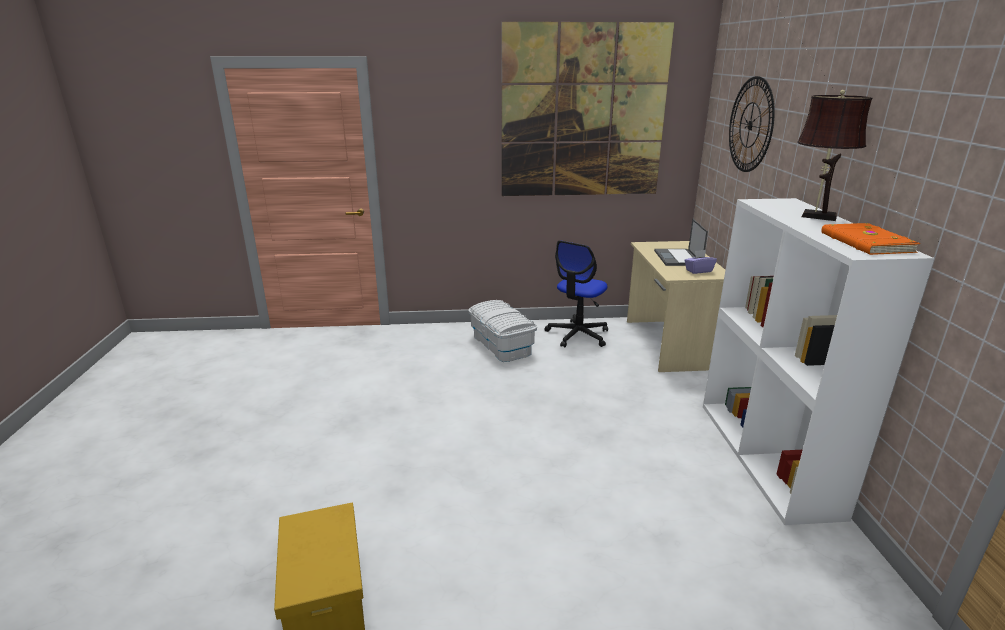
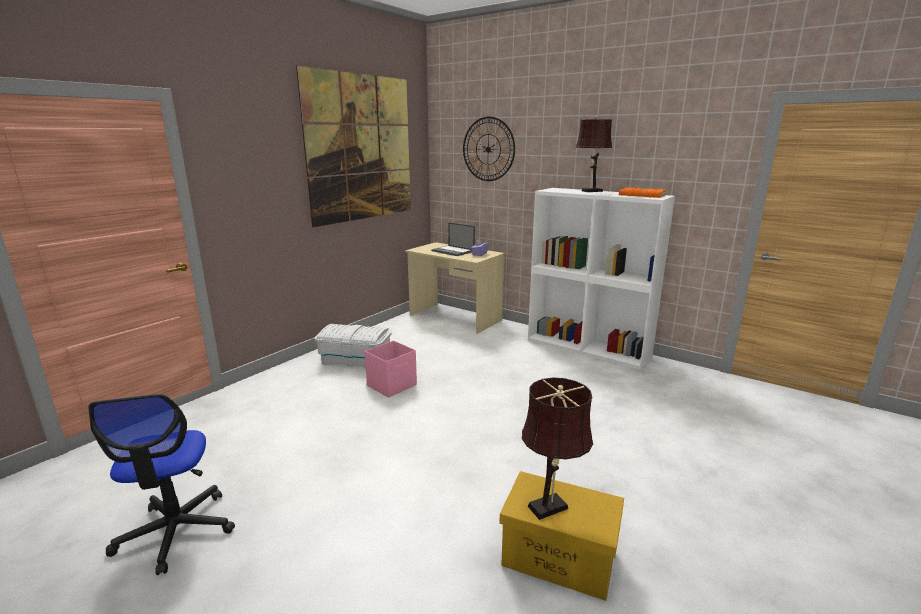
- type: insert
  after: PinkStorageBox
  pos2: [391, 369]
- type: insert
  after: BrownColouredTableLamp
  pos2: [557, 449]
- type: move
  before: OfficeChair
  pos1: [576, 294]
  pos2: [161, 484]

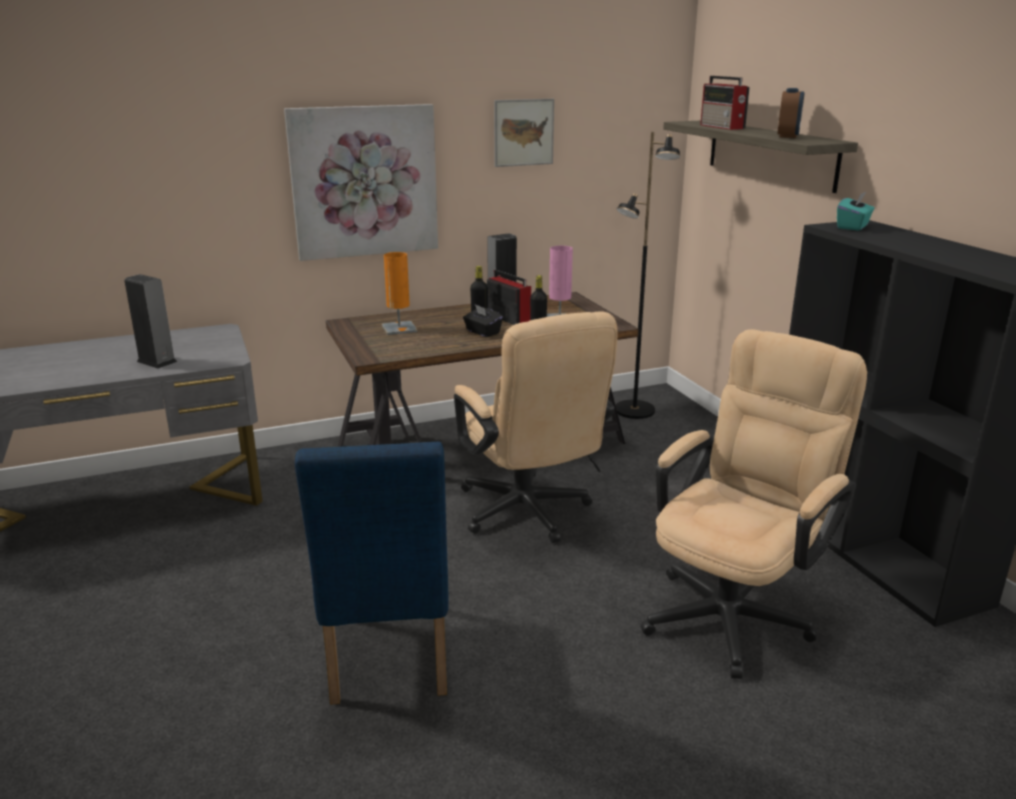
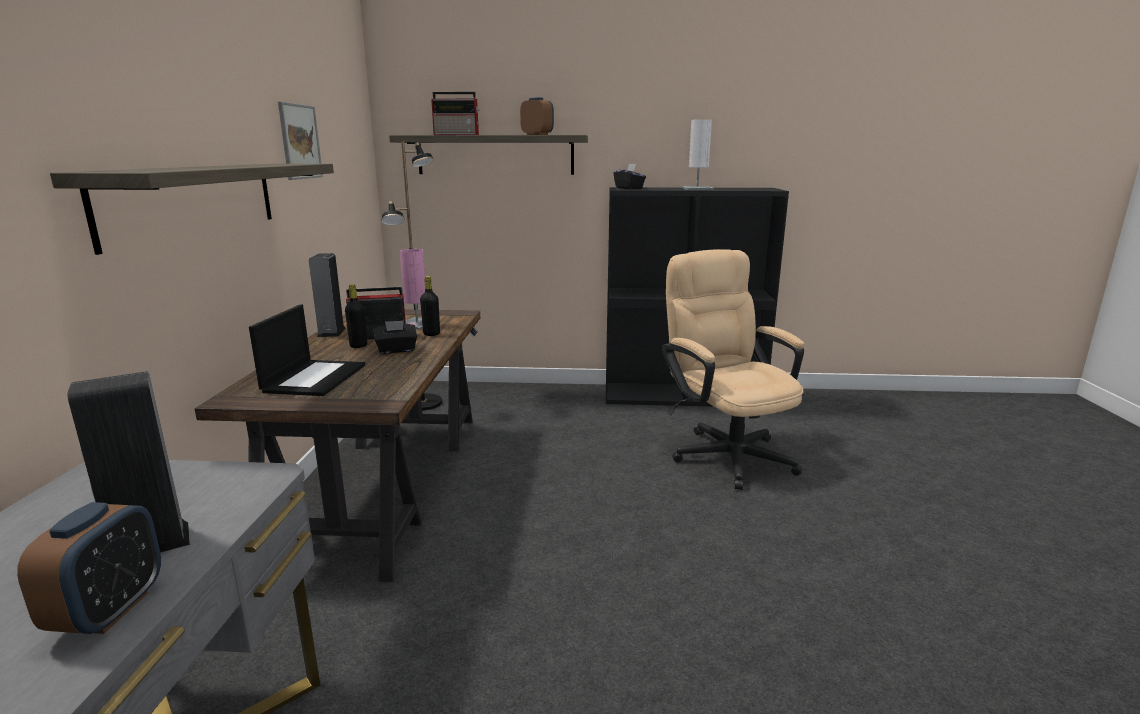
- type: delete
  before: BluishChair
  pos1: [371, 573]
- type: delete
  before: BeigeOfficeChair
  pos1: [536, 427]
- type: insert
  after: TableClock
  pos2: [89, 568]
- type: insert
  after: WhiteTableLamp
  pos2: [698, 154]
- type: replace
  before: WallPicture
  after: BracketShelf
  pos1: [361, 182]
  pos2: [192, 209]
- type: replace
  before: OrangeColouredTableLamp
  after: Laptop
  pos1: [399, 293]
  pos2: [307, 350]
- type: recolor
  before: TurquoiseTissueHolder
  after: BlackColouredTissueHolder
  pos1: [856, 211]
  pos2: [630, 176]

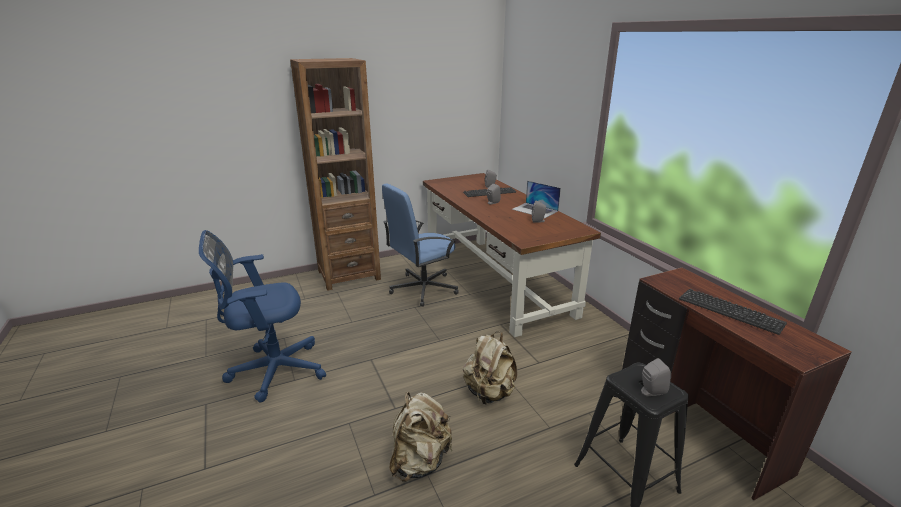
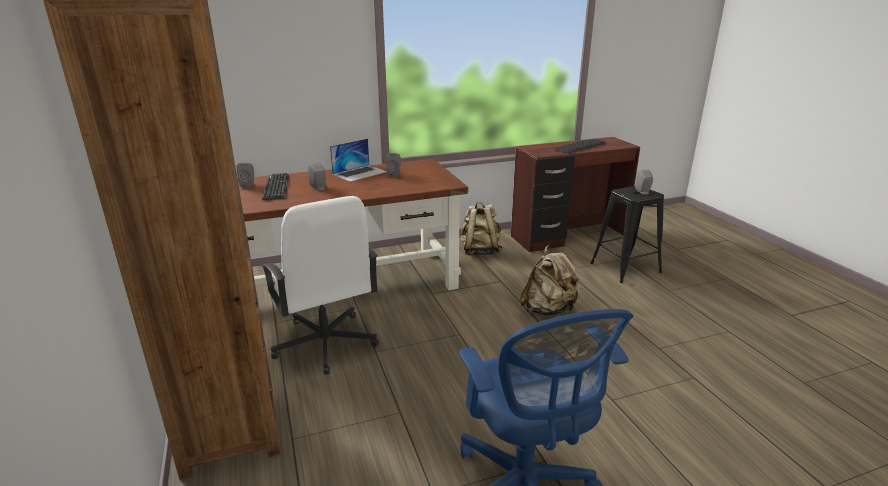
- type: move
  before: BeigeBackpack
  pos1: [420, 437]
  pos2: [481, 229]
- type: recolor
  before: BluishOfficeChair
  after: WhiteOfficeChair
  pos1: [420, 245]
  pos2: [320, 285]

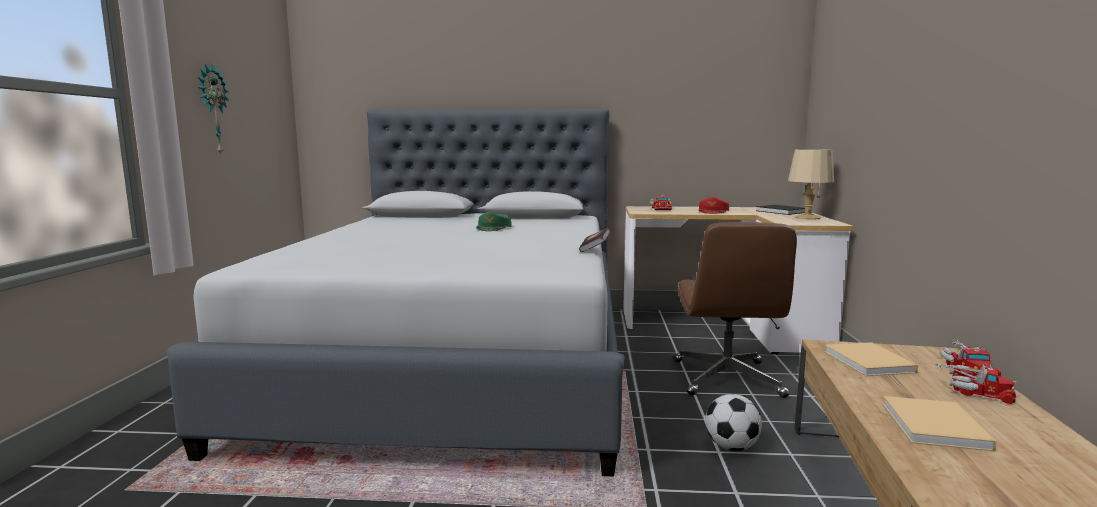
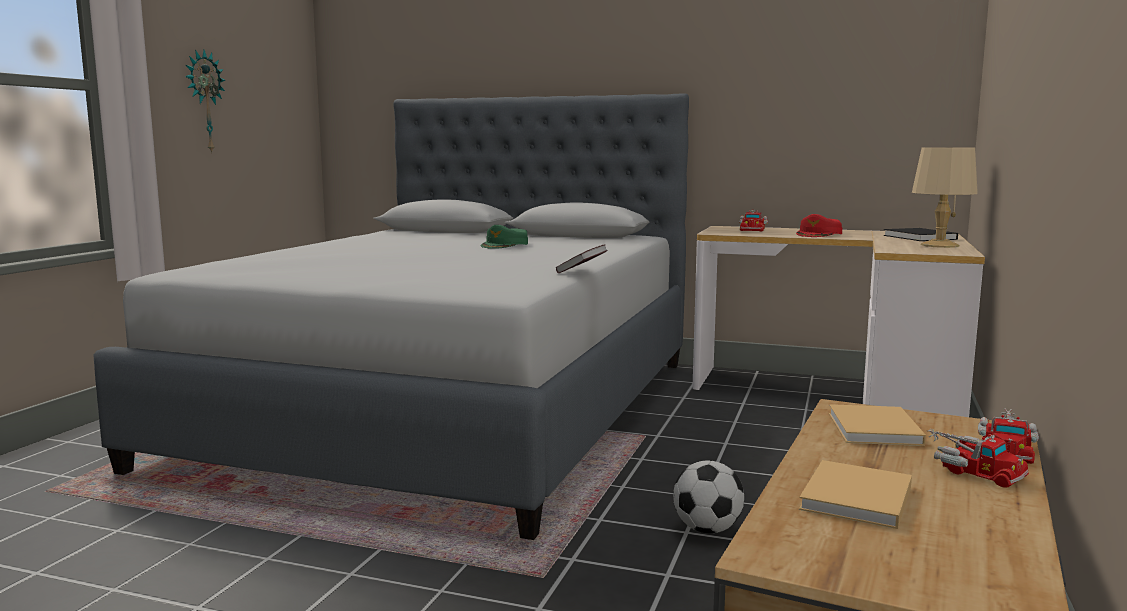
- type: delete
  before: BrownColouredOfficeChair
  pos1: [735, 310]

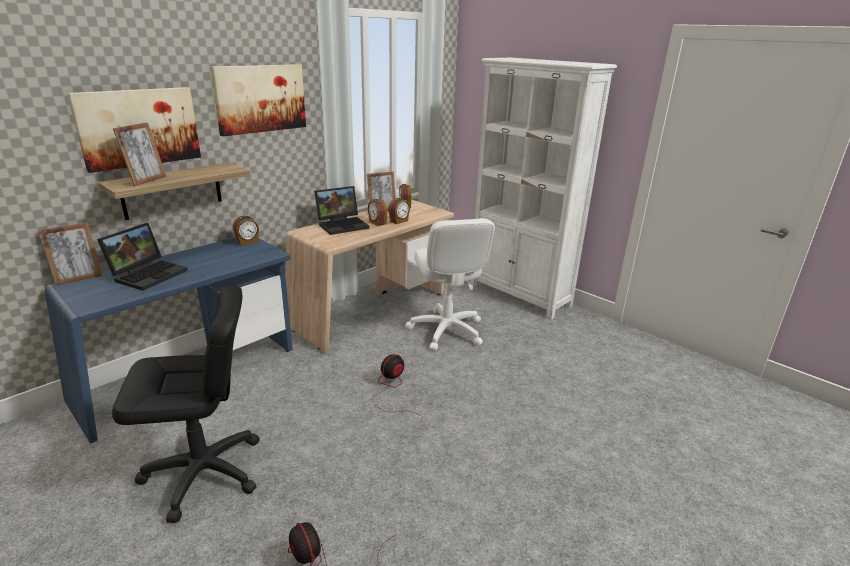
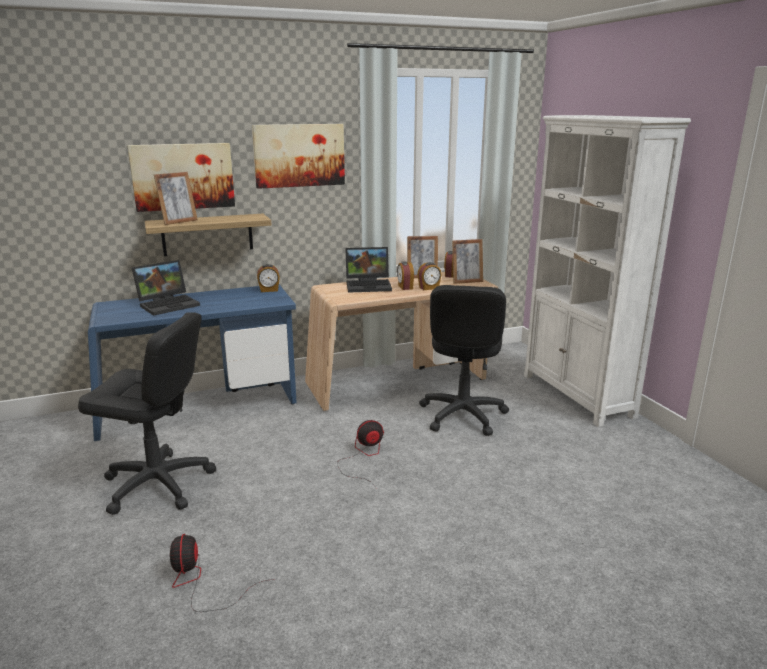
- type: move
  before: StandingFrame
  pos1: [71, 253]
  pos2: [467, 261]
- type: recolor
  before: WhiteOfficeChair
  after: BlackColouredOfficeChair
  pos1: [450, 284]
  pos2: [464, 360]

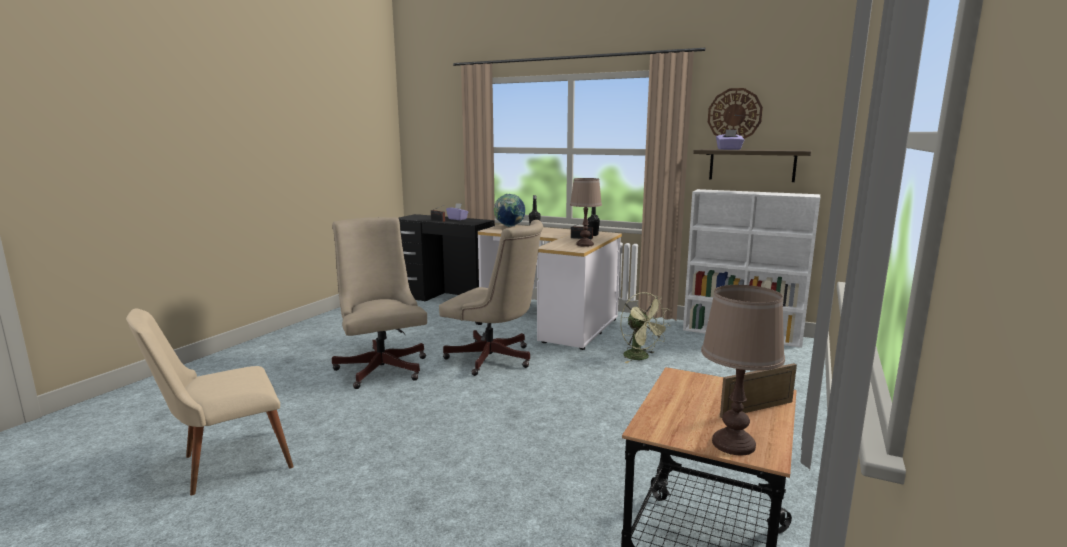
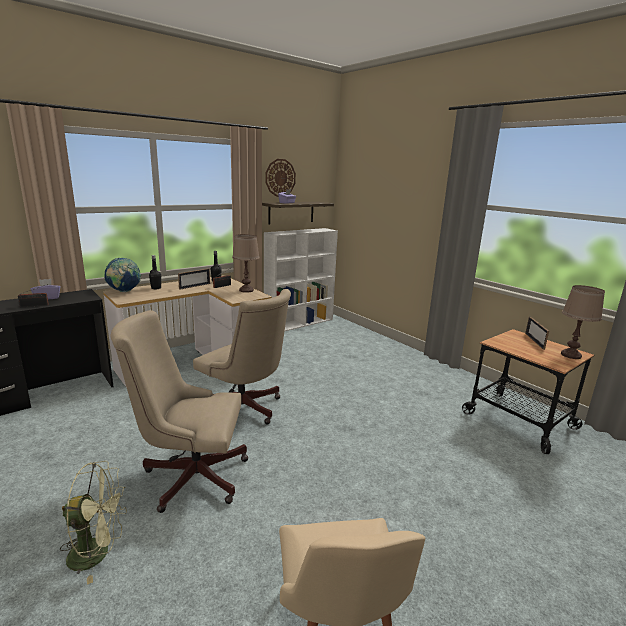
- type: insert
  after: StandingFrame
  pos2: [194, 279]
- type: move
  before: GreenColouredCoolingFan
  pos1: [645, 327]
  pos2: [93, 523]
- type: rotate
  before: BeigeOfficeChair
  pos1: [491, 298]
  pos2: [242, 357]
  turn: 75

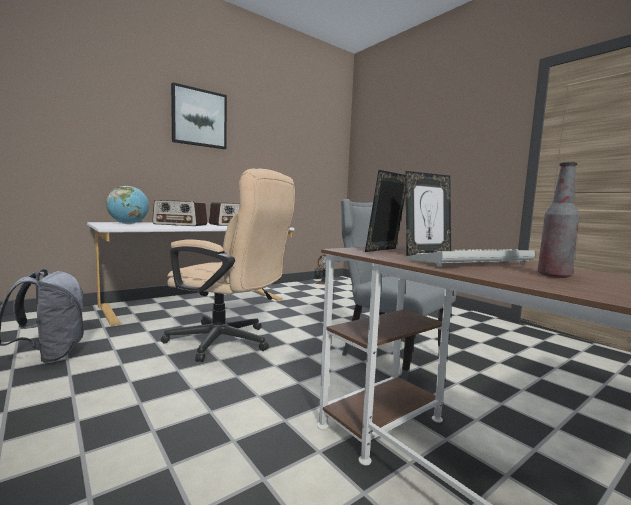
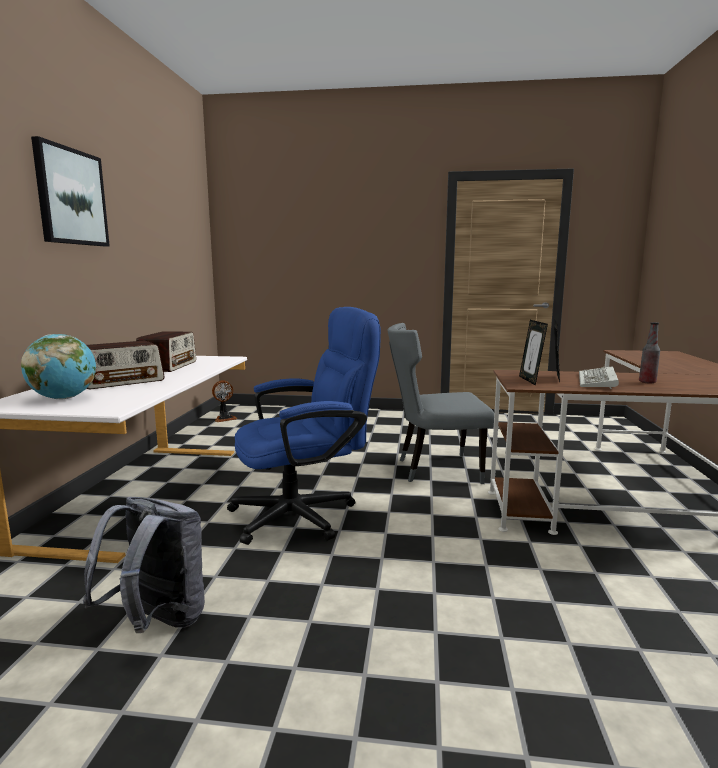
- type: recolor
  before: BeigeOfficeChair
  after: BluishOfficeChair
  pos1: [228, 265]
  pos2: [304, 426]

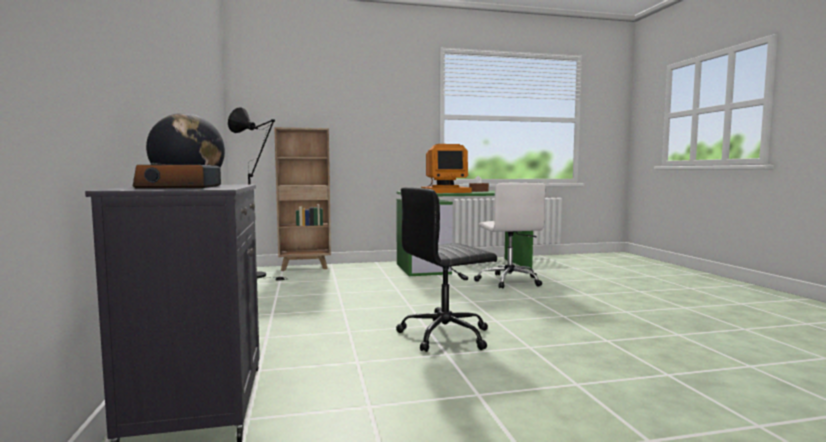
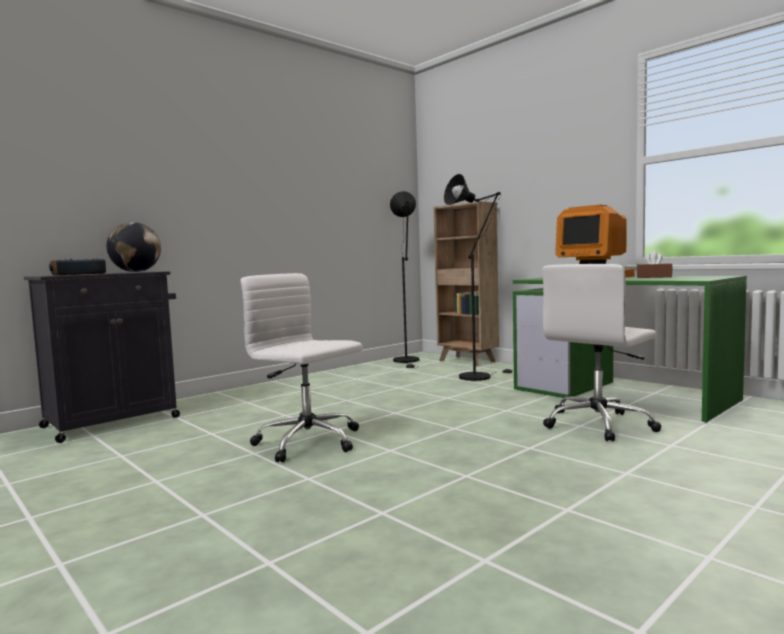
- type: insert
  after: BlackColouredStandingLamp
  pos2: [478, 277]
- type: recolor
  before: BlackColouredOfficeChair
  after: WhiteOfficeChair
  pos1: [446, 269]
  pos2: [302, 367]

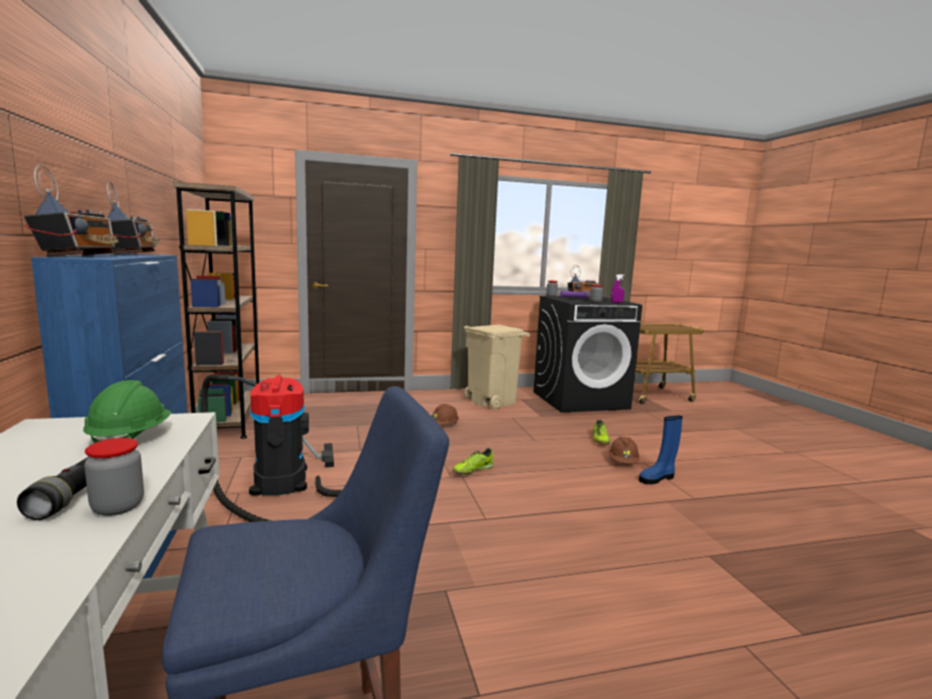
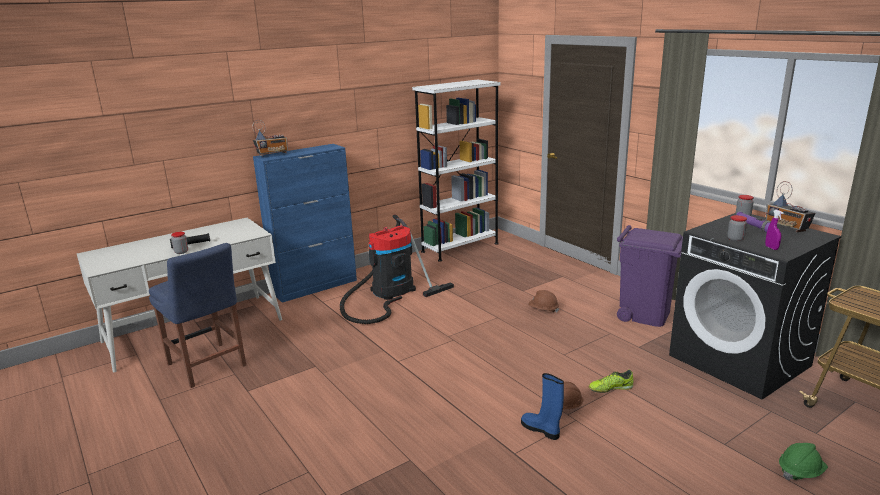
- type: delete
  before: Radio
  pos1: [133, 217]
- type: delete
  before: Shoe
  pos1: [473, 461]
- type: move
  before: GreenColouredWorkHelmet
  pos1: [127, 411]
  pos2: [803, 461]
- type: recolor
  before: BrownColouredShelvingUnit
  after: WhiteShelvingUnit
  pos1: [216, 310]
  pos2: [456, 171]
- type: recolor
  before: BeigeWasteBin
  after: PurplishWasteBin
  pos1: [497, 367]
  pos2: [650, 276]

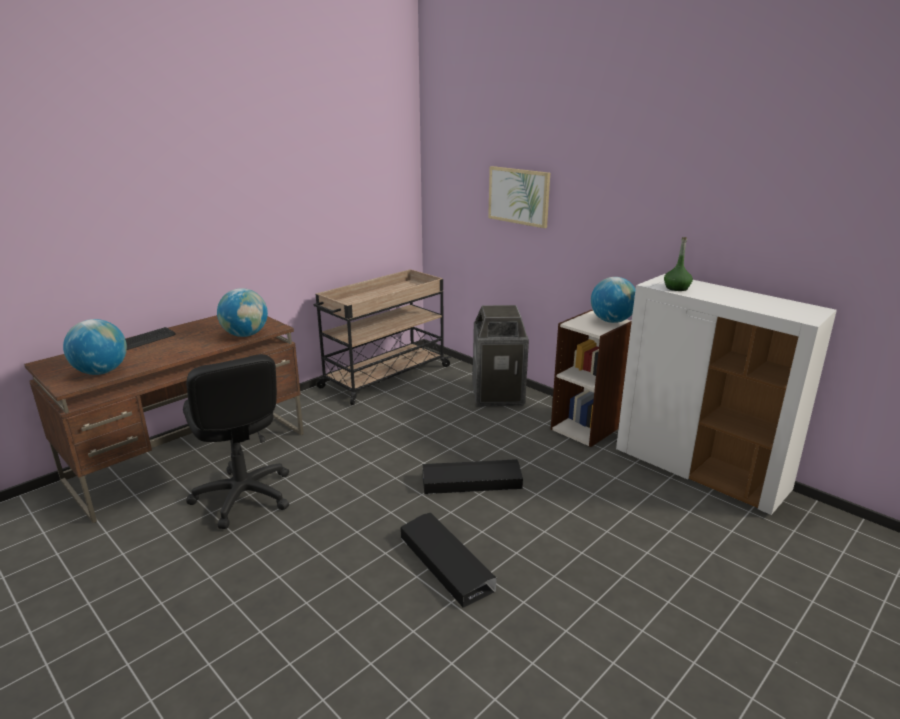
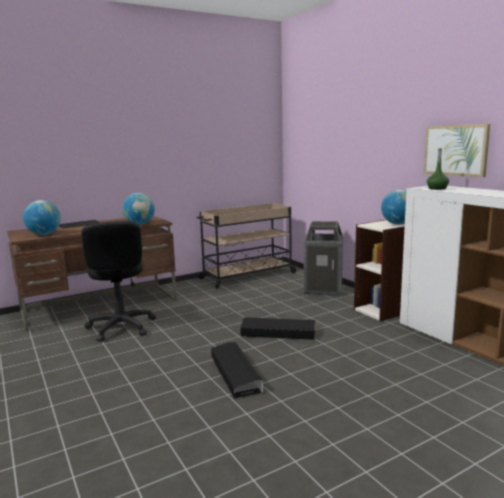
- type: move
  before: WallPicture
  pos1: [519, 197]
  pos2: [457, 150]

